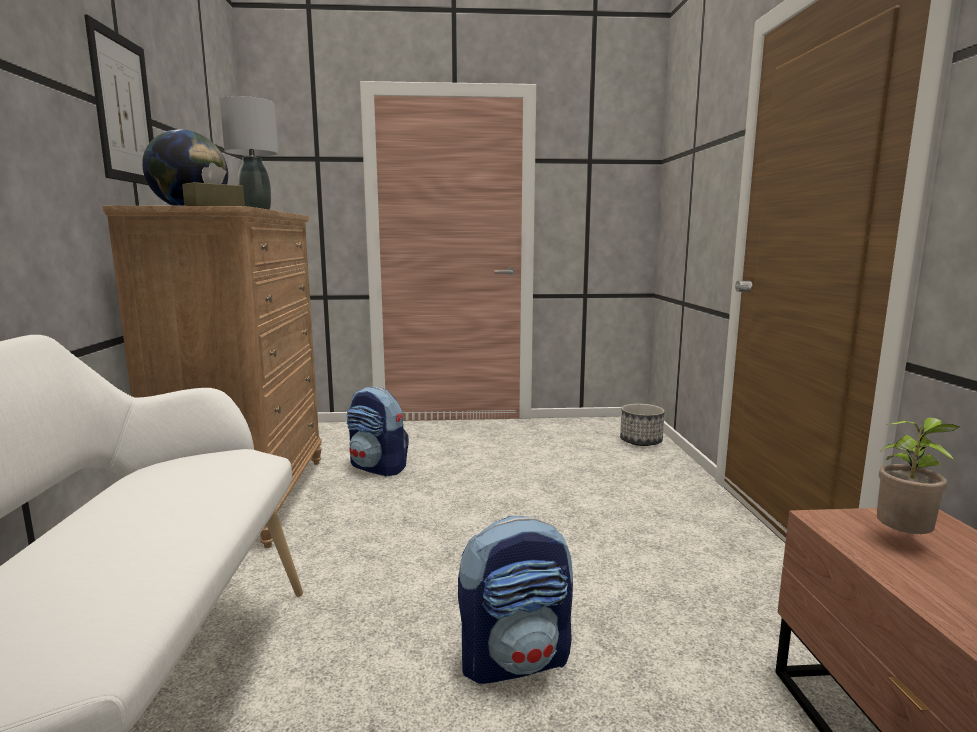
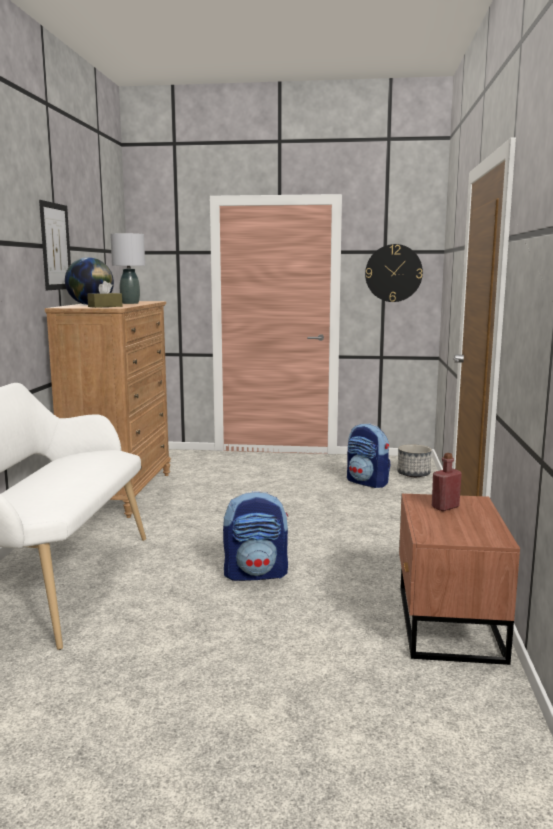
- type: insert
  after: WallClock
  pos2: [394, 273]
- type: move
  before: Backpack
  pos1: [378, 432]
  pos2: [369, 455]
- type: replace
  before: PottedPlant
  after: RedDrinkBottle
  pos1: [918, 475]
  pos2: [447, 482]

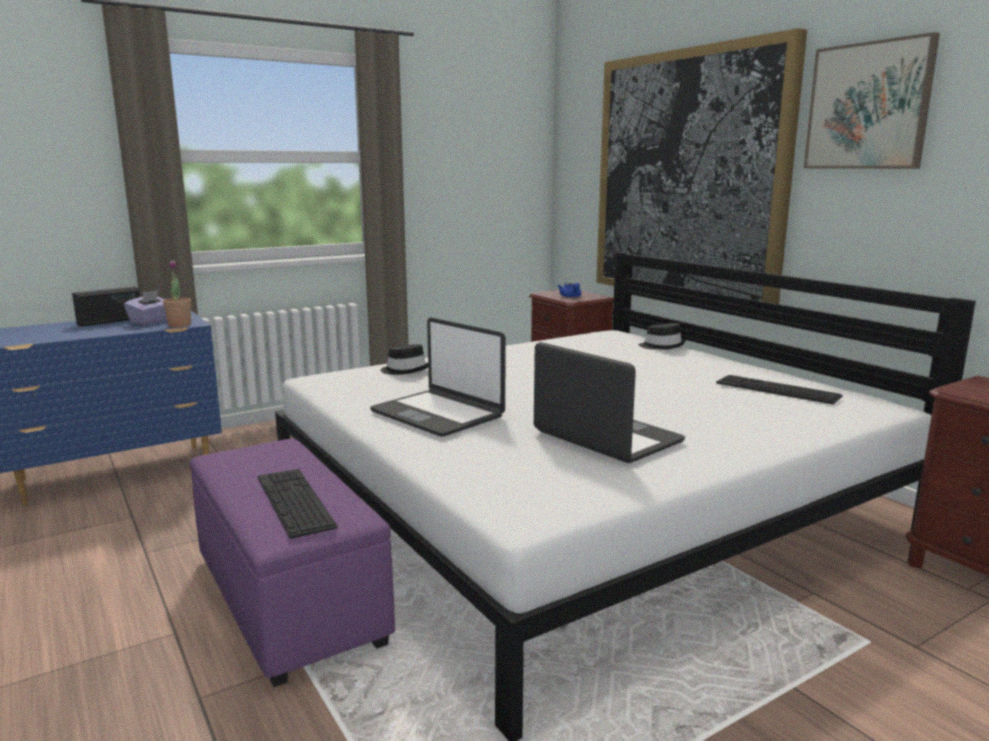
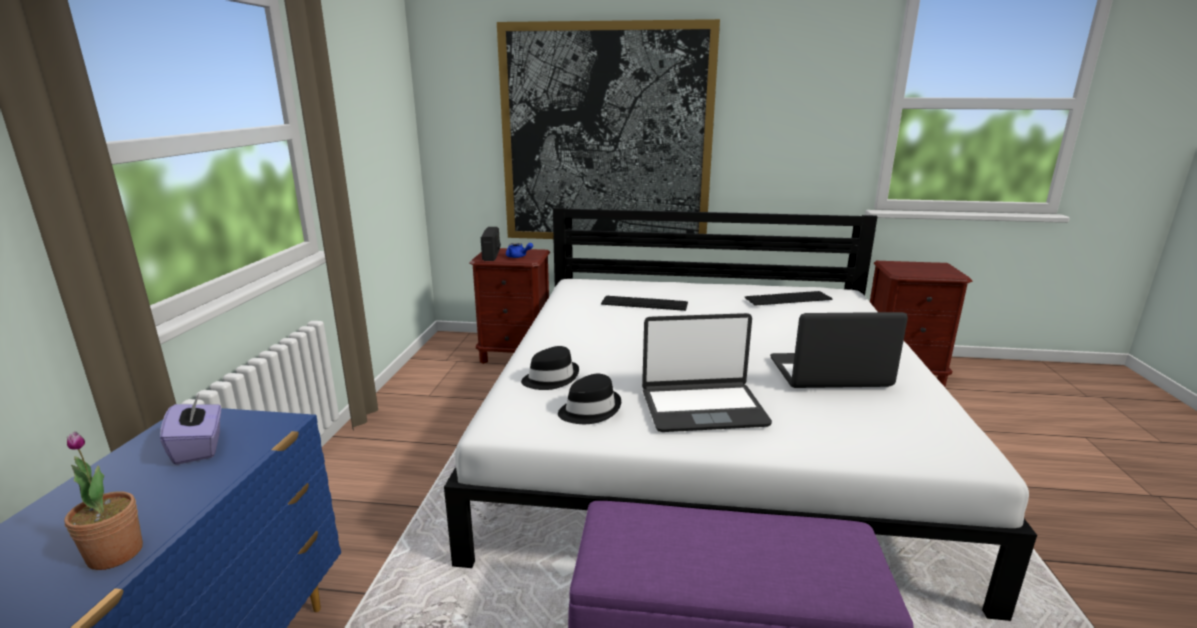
- type: delete
  before: WallPicture
  pos1: [872, 100]
- type: move
  before: Radio
  pos1: [106, 307]
  pos2: [491, 244]
- type: move
  before: PottedPlant
  pos1: [177, 293]
  pos2: [103, 500]
- type: move
  before: PcKeyboard
  pos1: [298, 504]
  pos2: [644, 303]
- type: move
  before: BlackColouredWearableHat
  pos1: [662, 336]
  pos2: [589, 399]

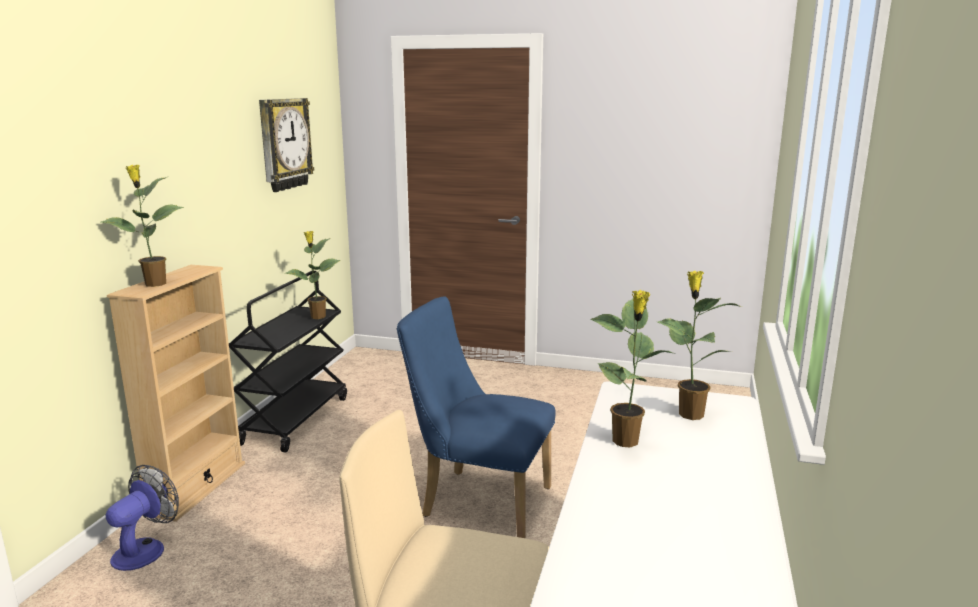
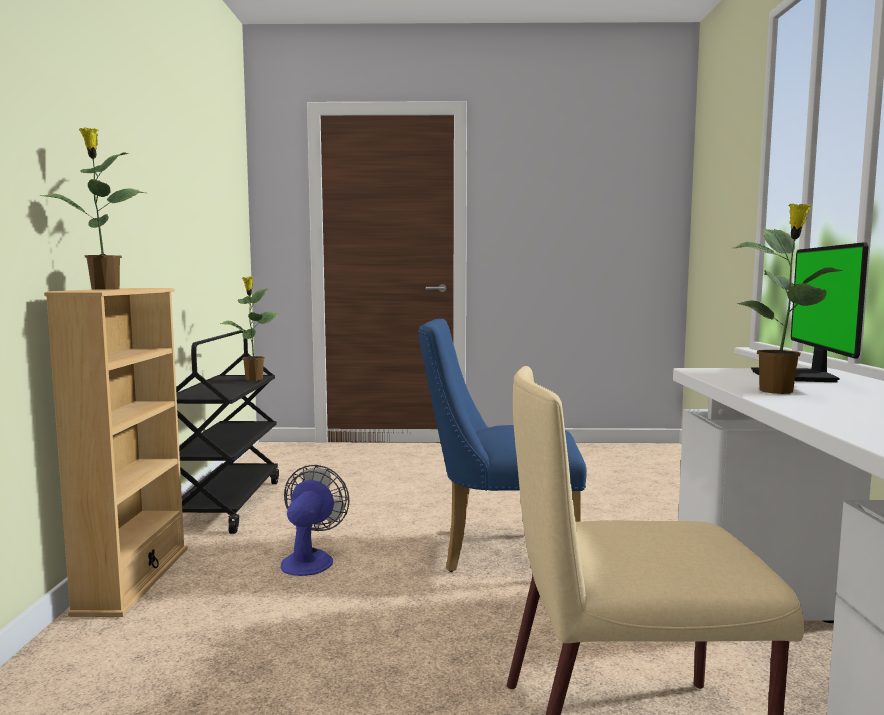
- type: delete
  before: WallClock
  pos1: [286, 145]
- type: move
  before: CoolingFan
  pos1: [142, 518]
  pos2: [315, 520]
- type: replace
  before: PottedPlant
  after: ComputerScreen
  pos1: [699, 345]
  pos2: [810, 312]

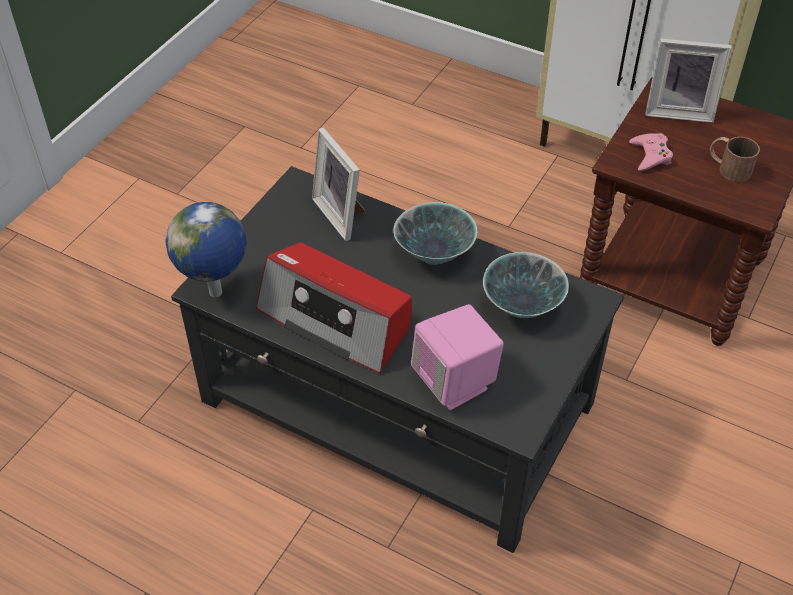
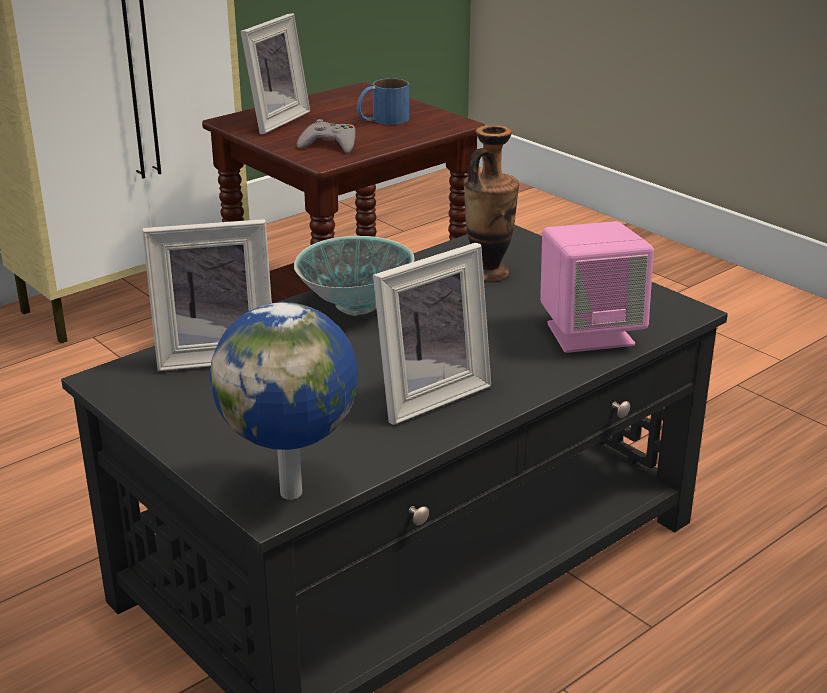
- type: replace
  before: Radio
  after: StandingFrame
  pos1: [334, 307]
  pos2: [432, 334]
- type: replace
  before: Bowl
  after: FlowerVase
  pos1: [526, 285]
  pos2: [491, 203]
- type: recolor
  before: PinkGamepad
  after: GrayGamepad
  pos1: [651, 152]
  pos2: [326, 136]
- type: recolor
  before: BrownColouredCoffeeMug
  after: BluishCoffeeMug
  pos1: [735, 159]
  pos2: [383, 101]

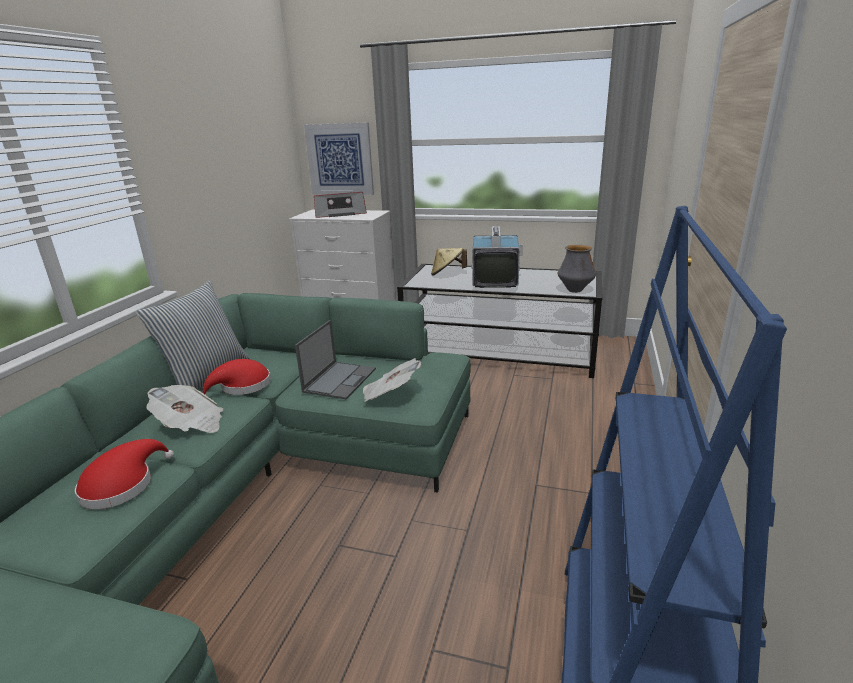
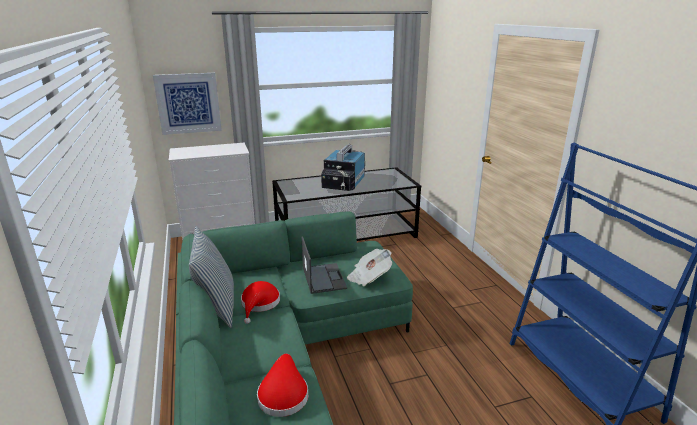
- type: delete
  before: Newspaper
  pos1: [184, 409]
- type: delete
  before: Radio
  pos1: [340, 205]
- type: delete
  before: BeigeWearableHat
  pos1: [449, 262]
- type: delete
  before: FlowerVase
  pos1: [576, 269]
- type: rotate
  before: TvSet
  pos1: [497, 257]
  pos2: [343, 167]
  turn: -135

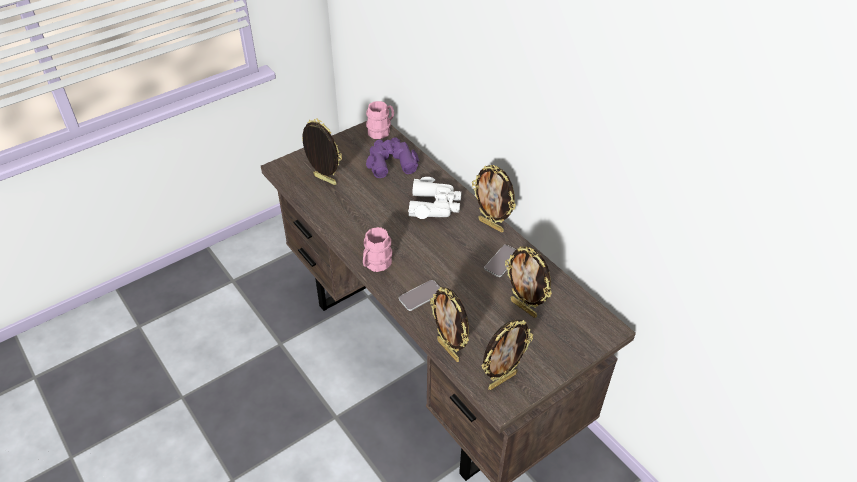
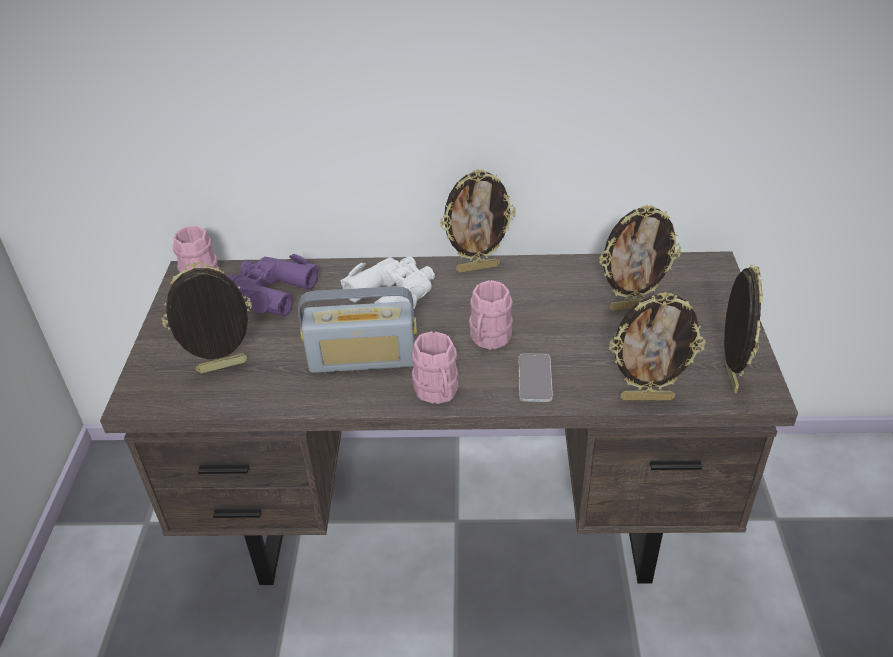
- type: delete
  before: Telephone
  pos1: [500, 261]
- type: insert
  after: Radio
  pos2: [357, 329]
- type: insert
  after: PinkCoffeeMug
  pos2: [491, 315]

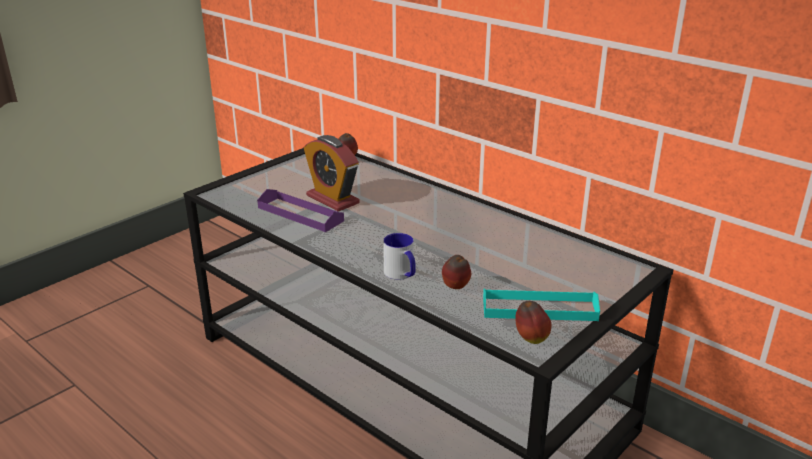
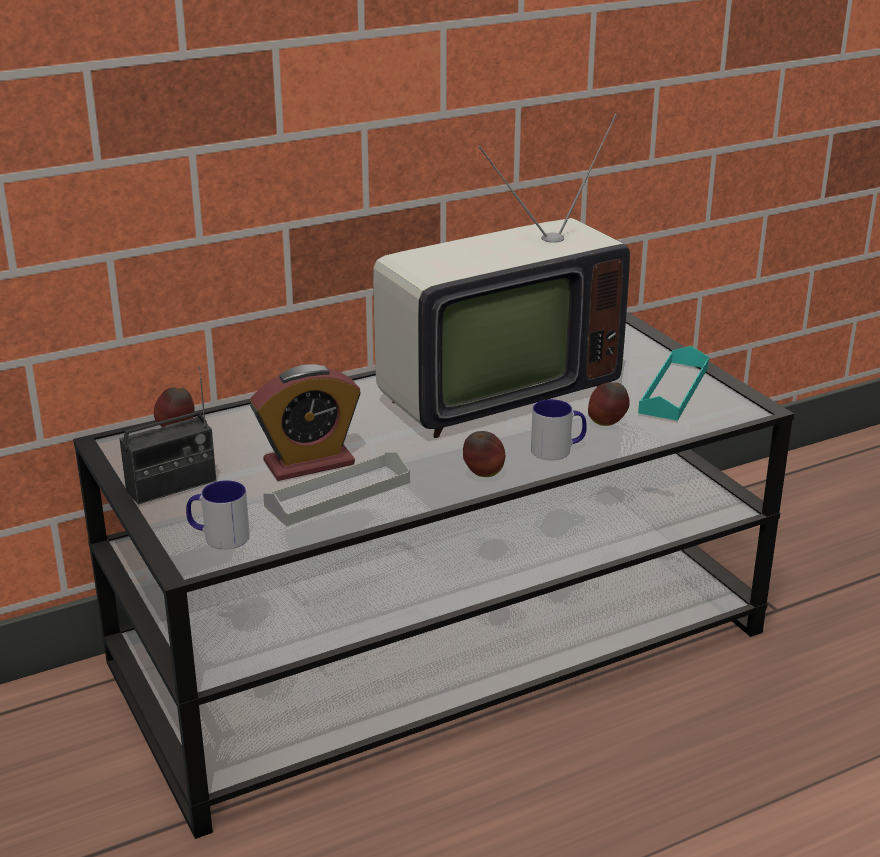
- type: insert
  after: Radio
  pos2: [168, 435]
- type: insert
  after: CoffeeMug
  pos2: [218, 514]
- type: insert
  after: TvSet
  pos2: [501, 276]
- type: move
  before: Apple
  pos1: [533, 322]
  pos2: [484, 454]
- type: recolor
  before: PurplishCarryingTray
  after: GrayCarryingTray
  pos1: [300, 210]
  pos2: [336, 489]

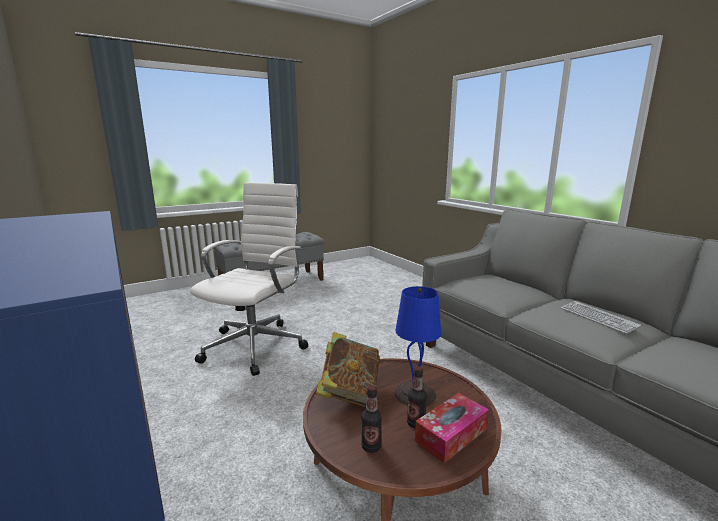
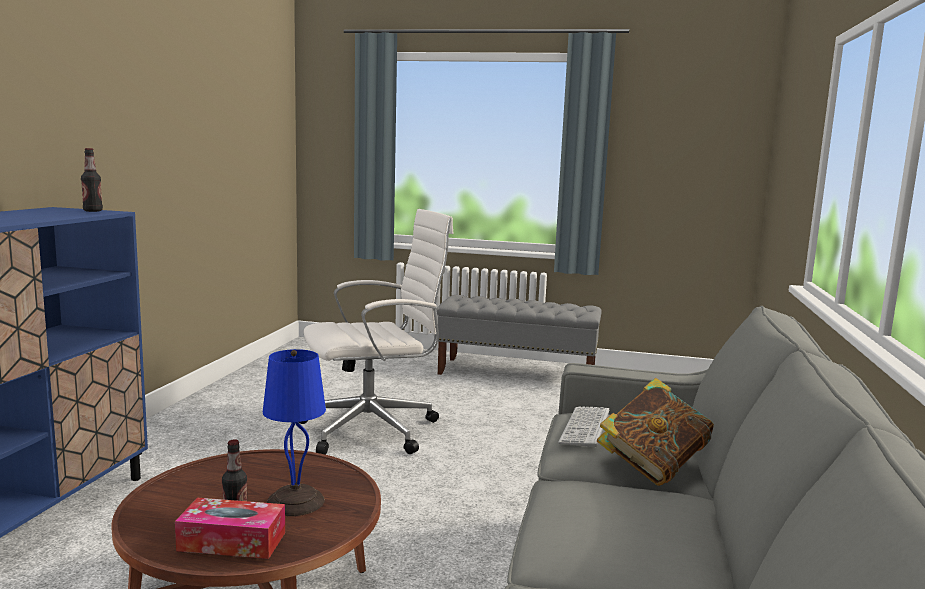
- type: move
  before: Volume
  pos1: [348, 369]
  pos2: [655, 432]
- type: move
  before: DrinkBottle
  pos1: [371, 419]
  pos2: [92, 180]
- type: move
  before: PcKeyboard
  pos1: [600, 317]
  pos2: [583, 426]

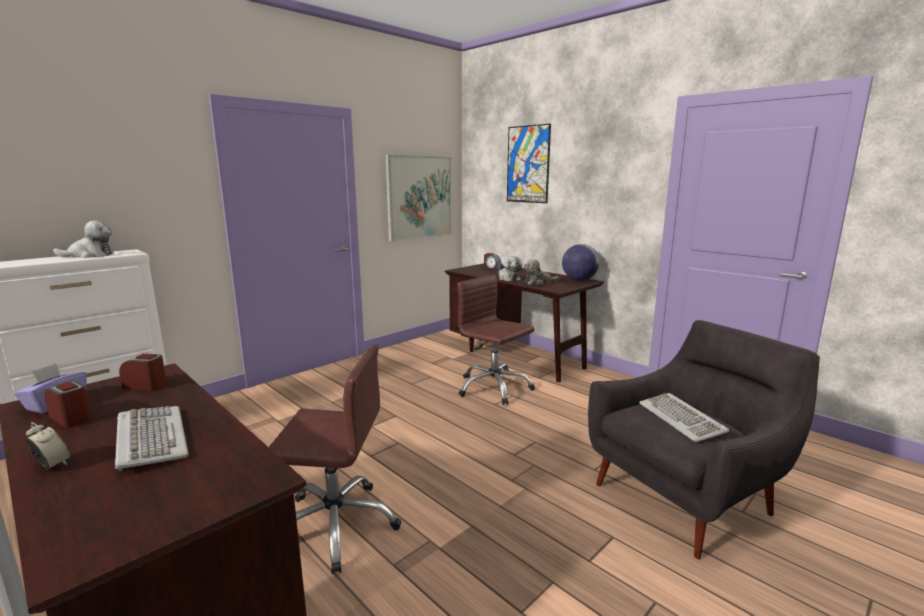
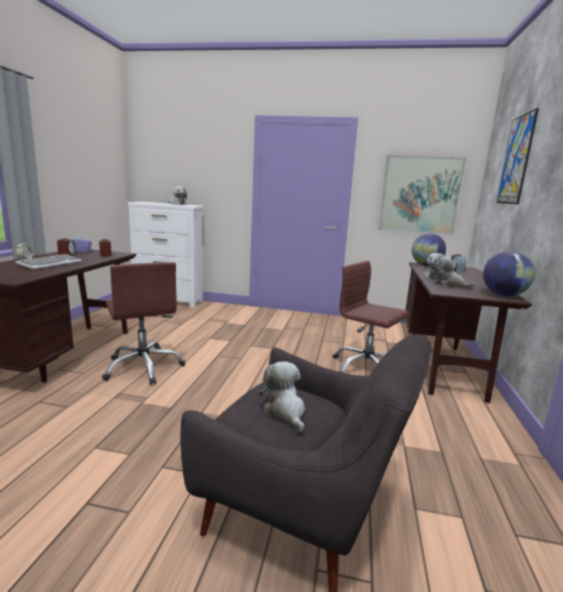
- type: insert
  after: Globe
  pos2: [429, 249]
- type: replace
  before: PcKeyboard
  after: CuddlyToy
  pos1: [684, 417]
  pos2: [282, 397]
- type: rotate
  before: BrownColouredOfficeChair
  pos1: [496, 340]
  pos2: [371, 317]
  turn: -60

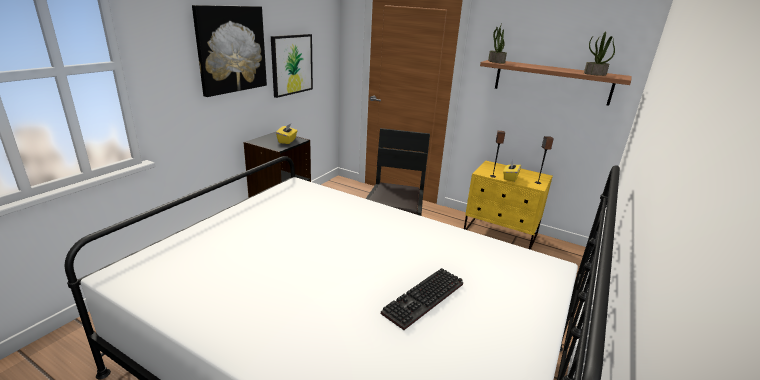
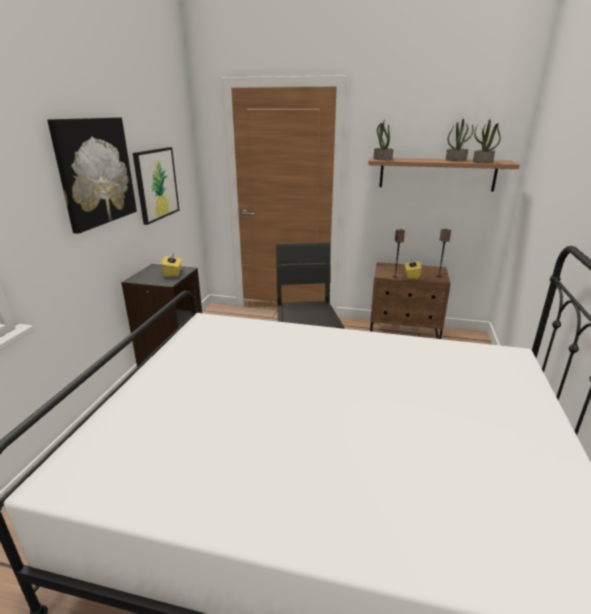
- type: delete
  before: PcKeyboard
  pos1: [422, 299]
- type: insert
  after: PottedPlant
  pos2: [460, 140]
- type: recolor
  before: YellowColouredNightTable
  after: BrownColouredNightTable
  pos1: [508, 205]
  pos2: [410, 300]

